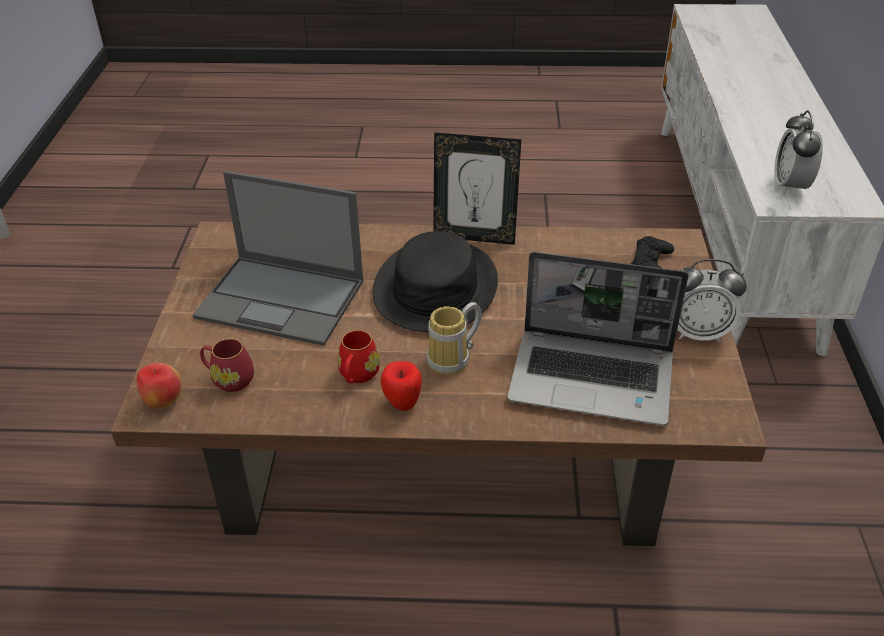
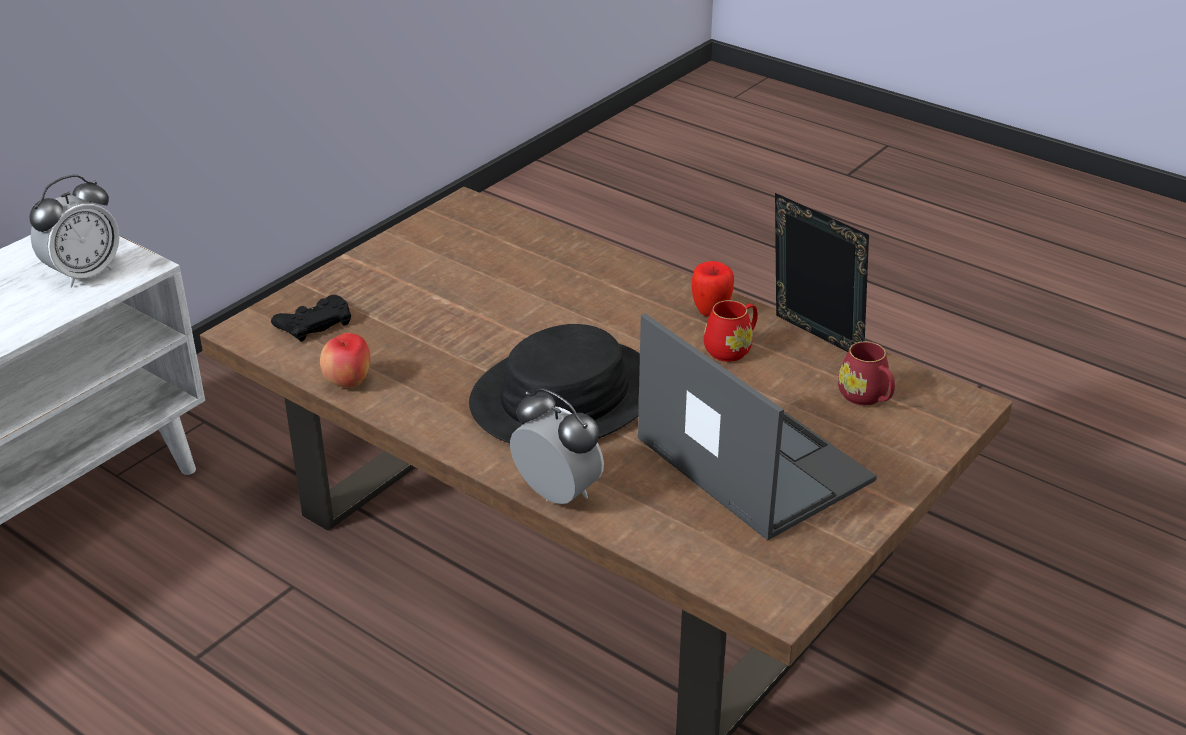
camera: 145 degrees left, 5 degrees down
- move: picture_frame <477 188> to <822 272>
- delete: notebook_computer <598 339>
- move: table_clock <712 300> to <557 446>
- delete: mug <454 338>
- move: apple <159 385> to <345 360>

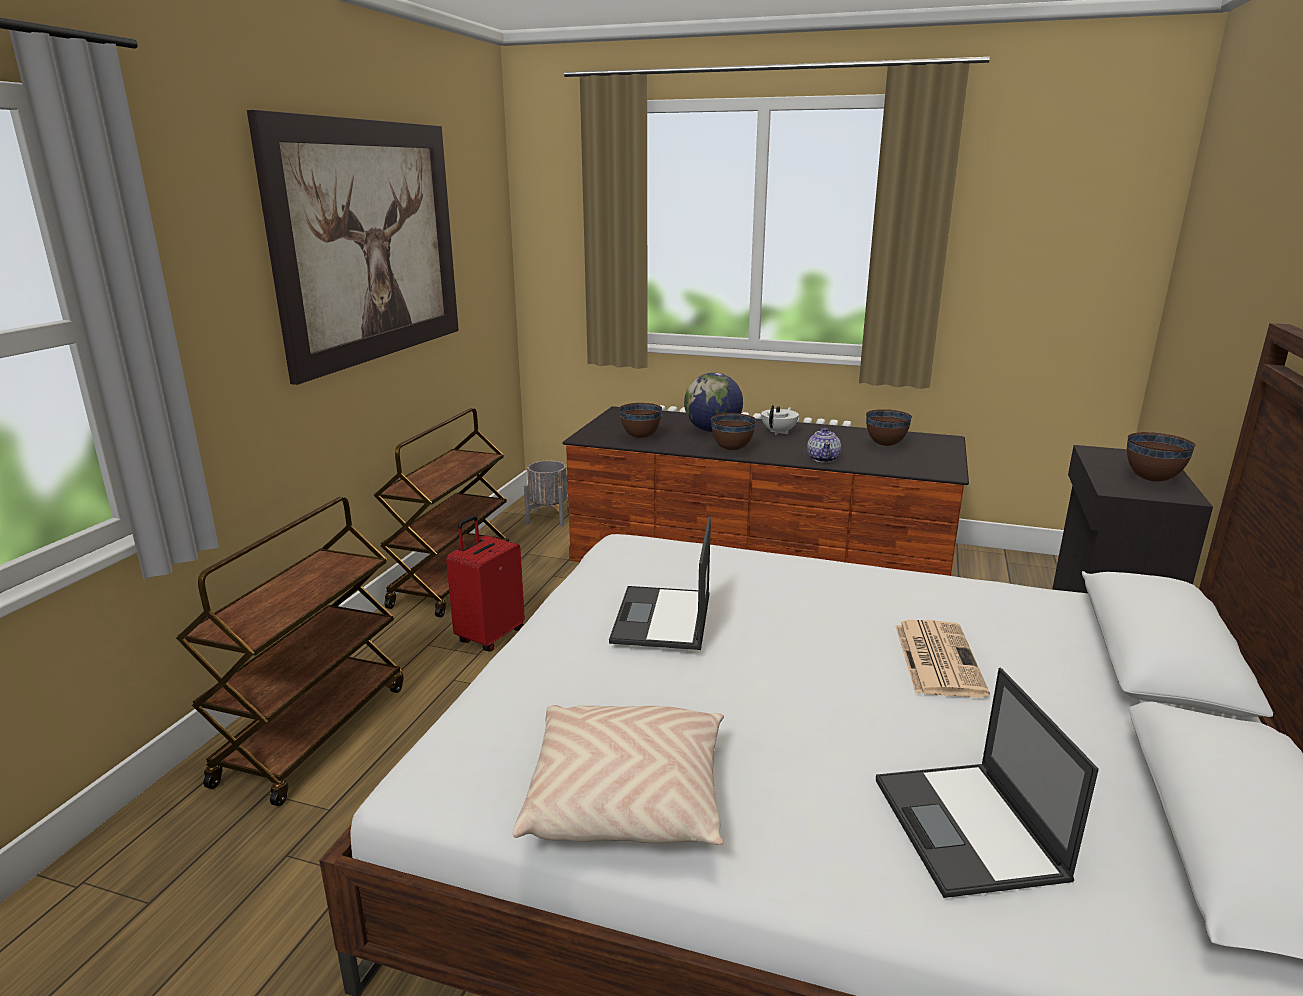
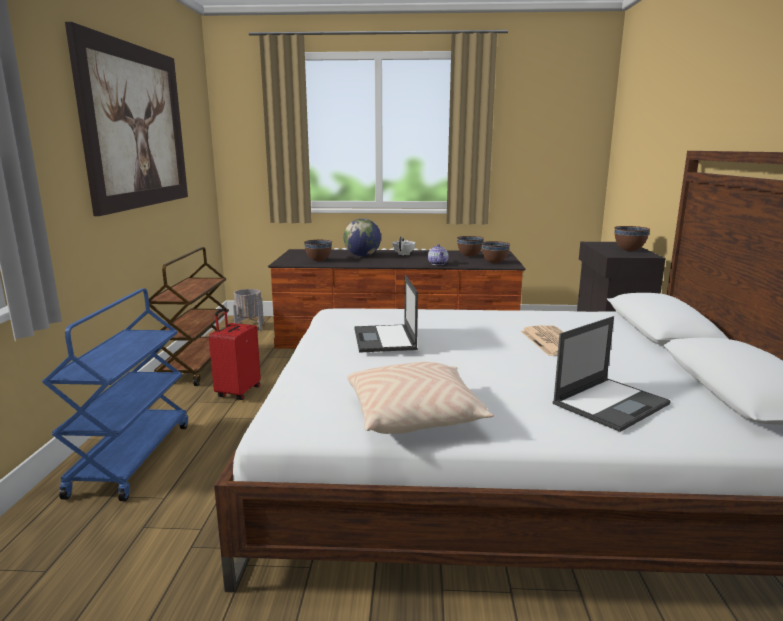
camera: 15 degrees left, 5 degrees down
- move: brownish_deep_dish <733 431> to <495 252>
- recolor: brownish_trolley <290 651> to blue-coloured_trolley <115 394>
- rotate: notebook_computer <987 783> = <612 374> 105 degrees counterclockwise

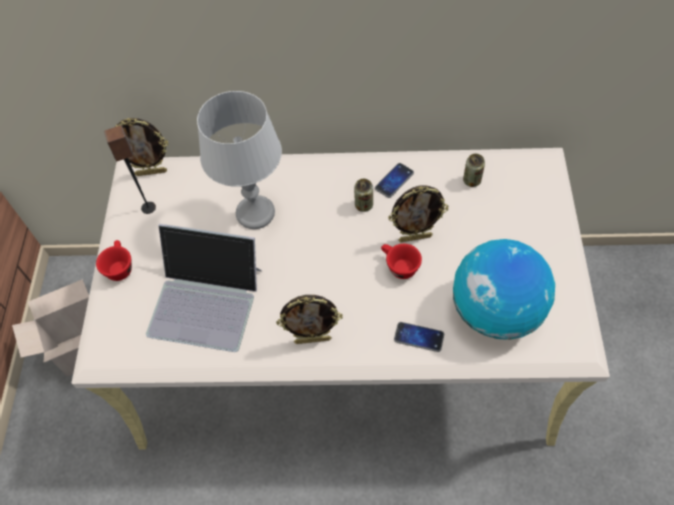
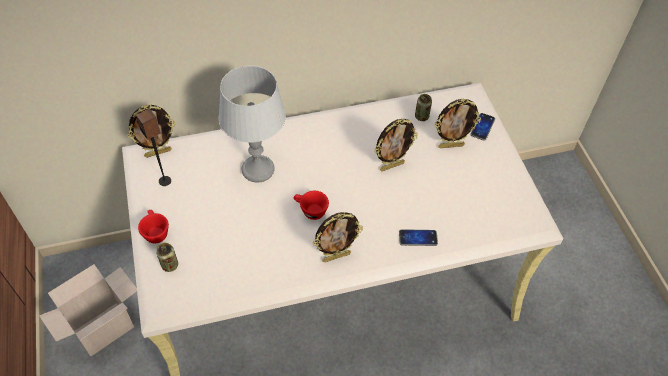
camera: 20 degrees left, 5 degrees down
- move: phone <394 180> to <482 127>
- move: can <363 195> to <167 257>
- delete: notebook_computer <204 288>
- delete: world_globe <504 289>
- move: red_cup <401 261> to <311 205>
- insert: picture_frame <457 123>

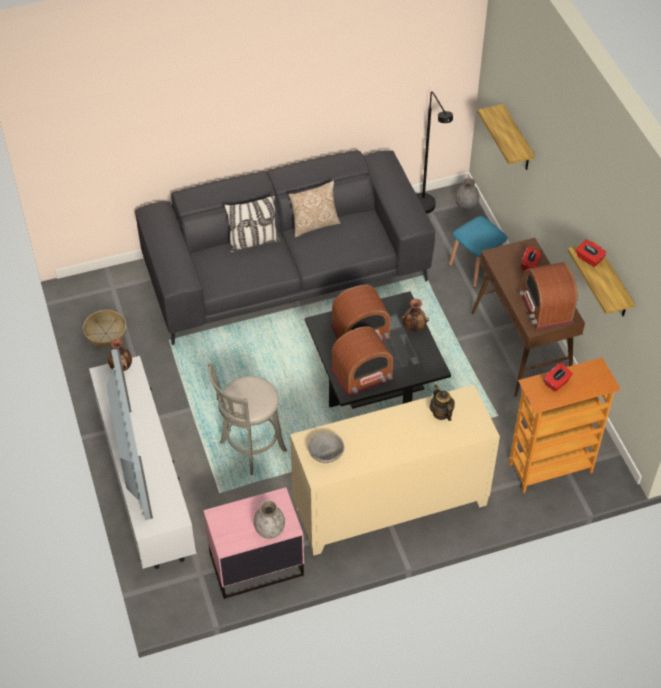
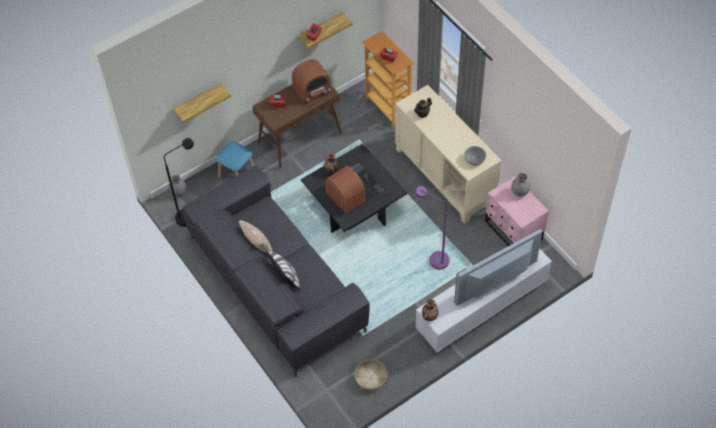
camera: 105 degrees left, 5 degrees up
- delete: radio_receiver <362 361>
- replace: greyish_stool_seat <247 419> to purple-coloured_floor_lamp <432 227>

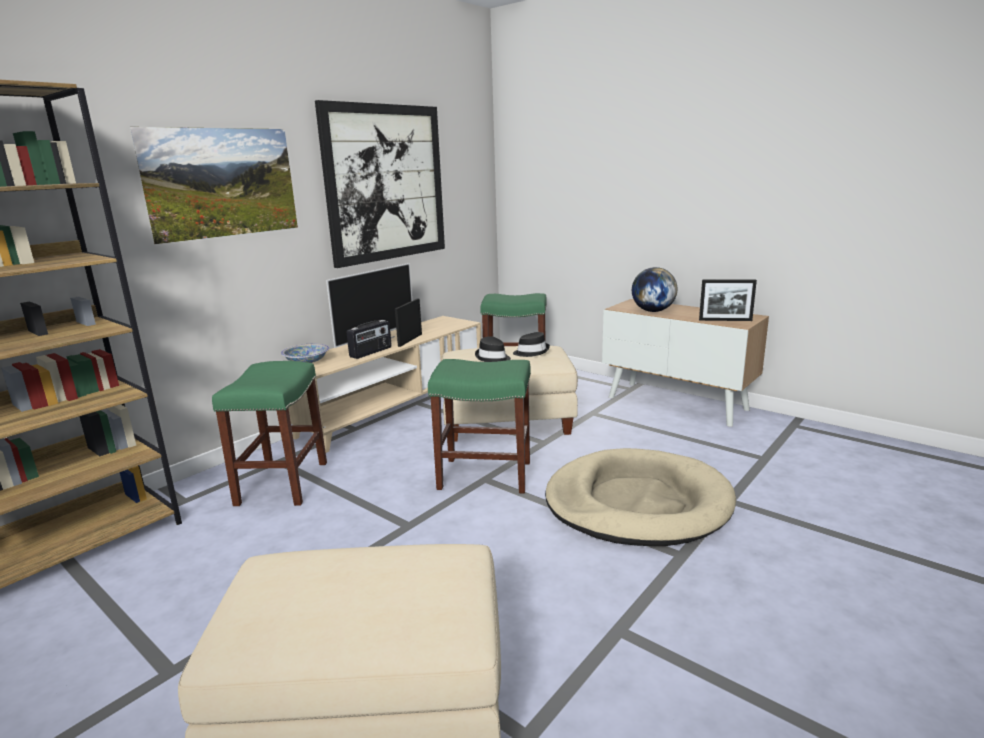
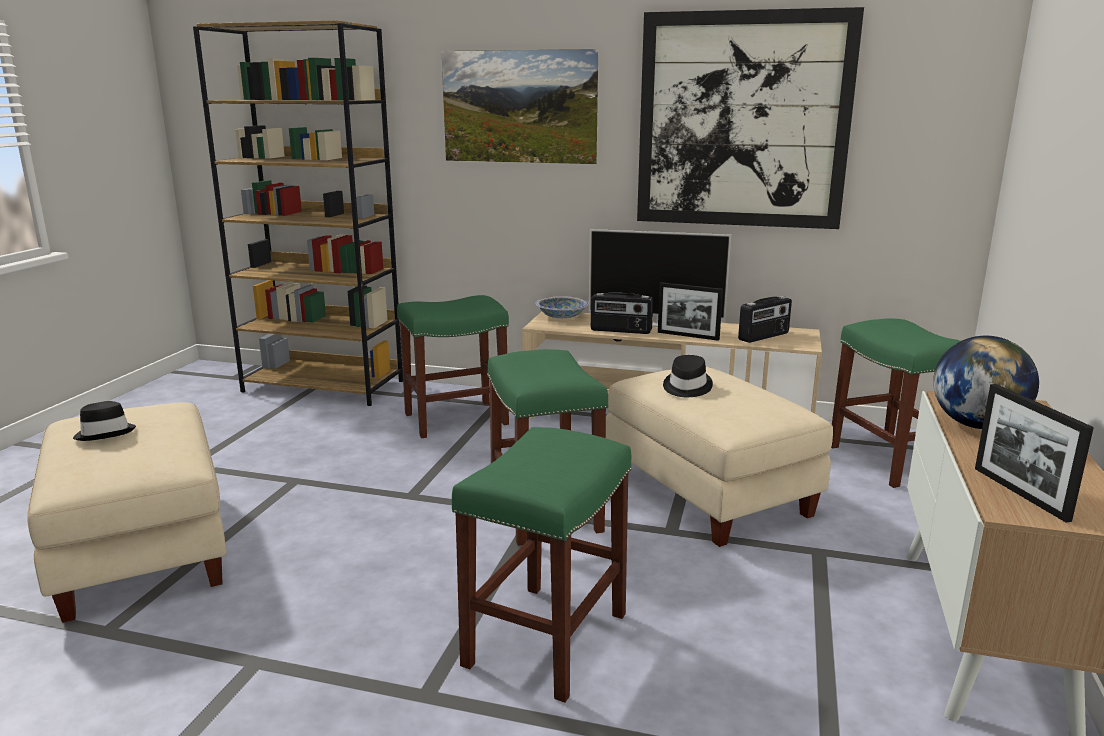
camera: 65 degrees right, 0 degrees up
- rotate: picture_frame <408 322> = <690 311> 150 degrees counterclockwise
- move: black-coloured_clothing_hat <531 344> to <104 421>
- replace: sand-coloured_dog_bed <640 497> to green_stool_seat <542 565>
- insert: radio_receiver <765 319>

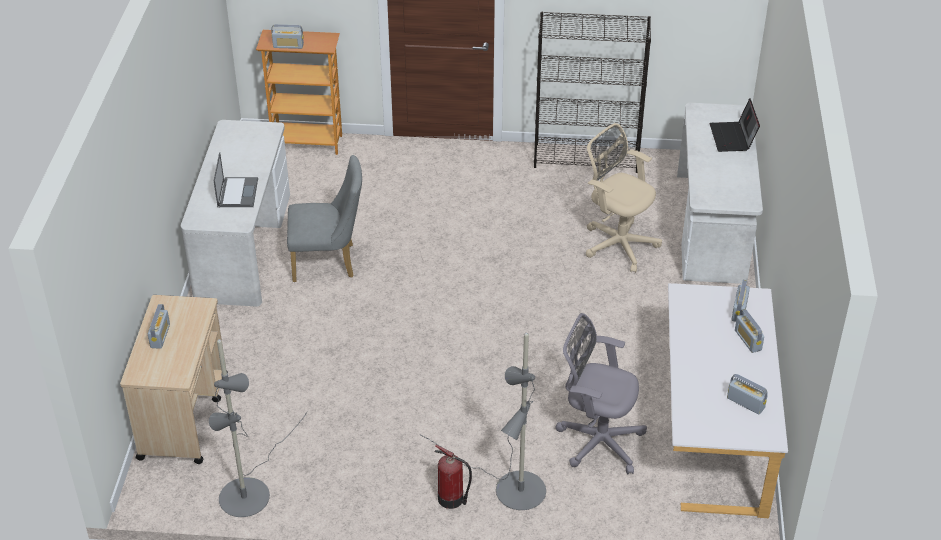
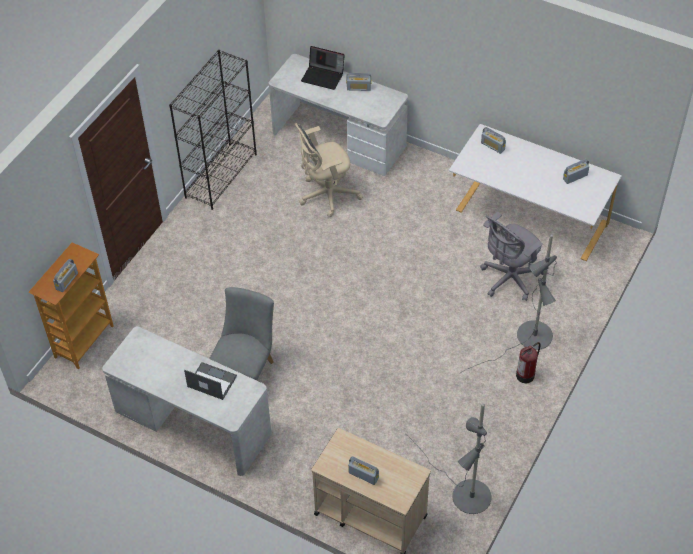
camera: 65 degrees left, 10 degrees up
- move: radio_receiver <749 331> to <359 82>

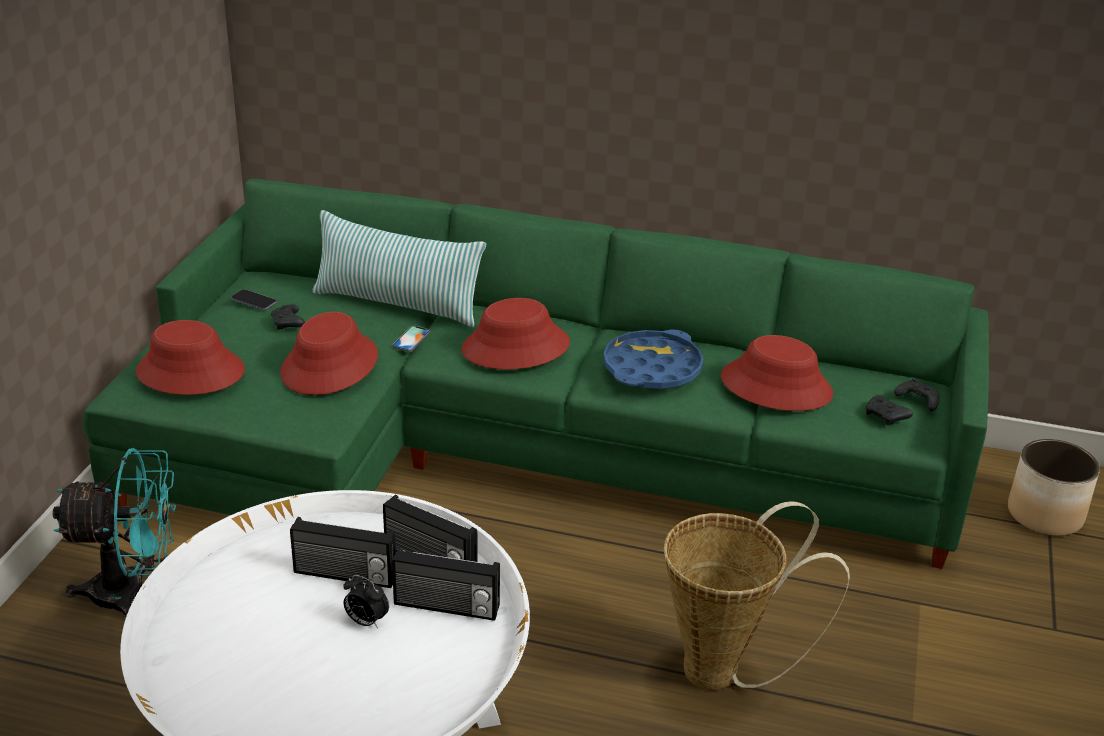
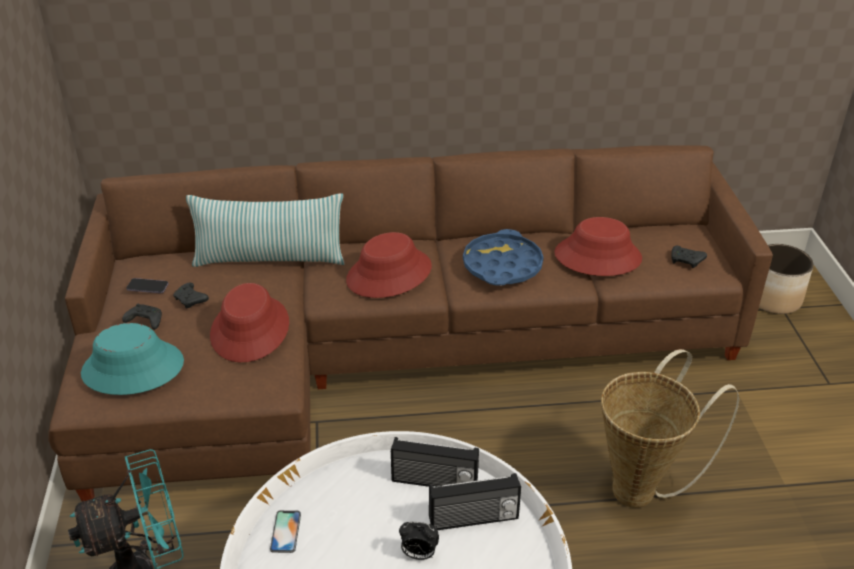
camera: 20 degrees left, 5 degrees up
- recolor: green_sofa <535 374> to brownish_sofa <410 323>
- recolor: red_clothing_hat <190 357> to turquoise-coloured_clothing_hat <132 359>
- move: phone <411 338> to <285 531>
- move: black-coloured_gamepad <917 395> to <142 317>
- delete: radio_receiver <343 552>

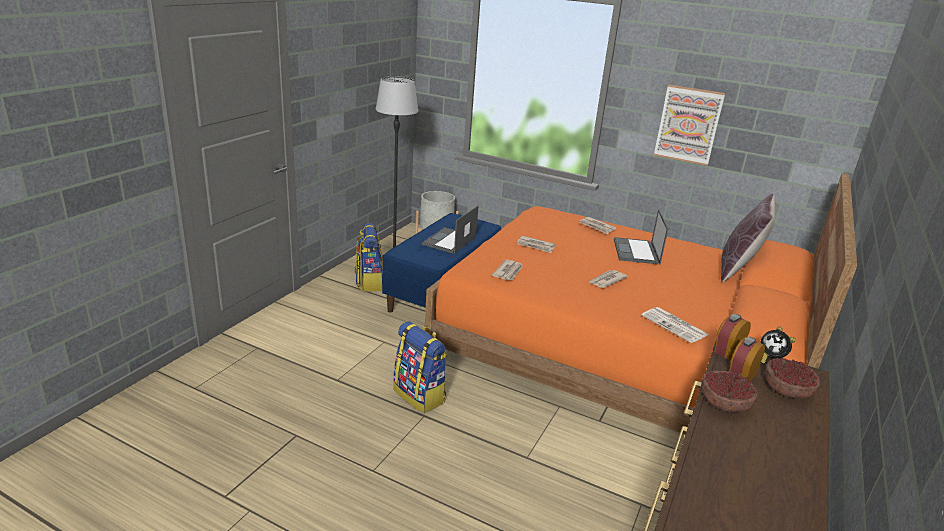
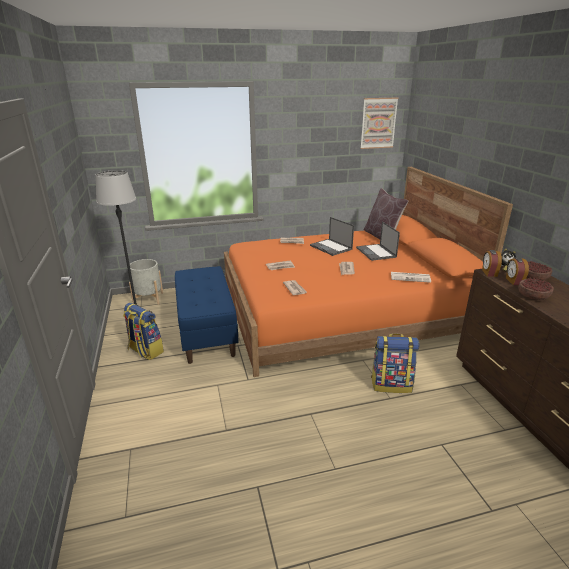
camera: 40 degrees left, 0 degrees up
- move: wall_art <689 125> to <379 123>
- move: notebook_computer <450 230> to <378 241>
- move: knapsack <420 367> to <395 363>

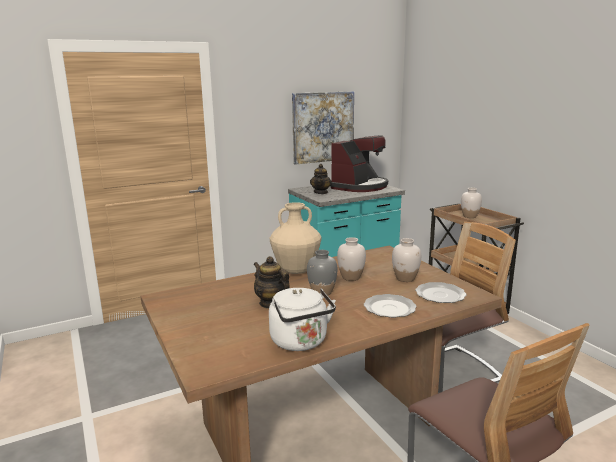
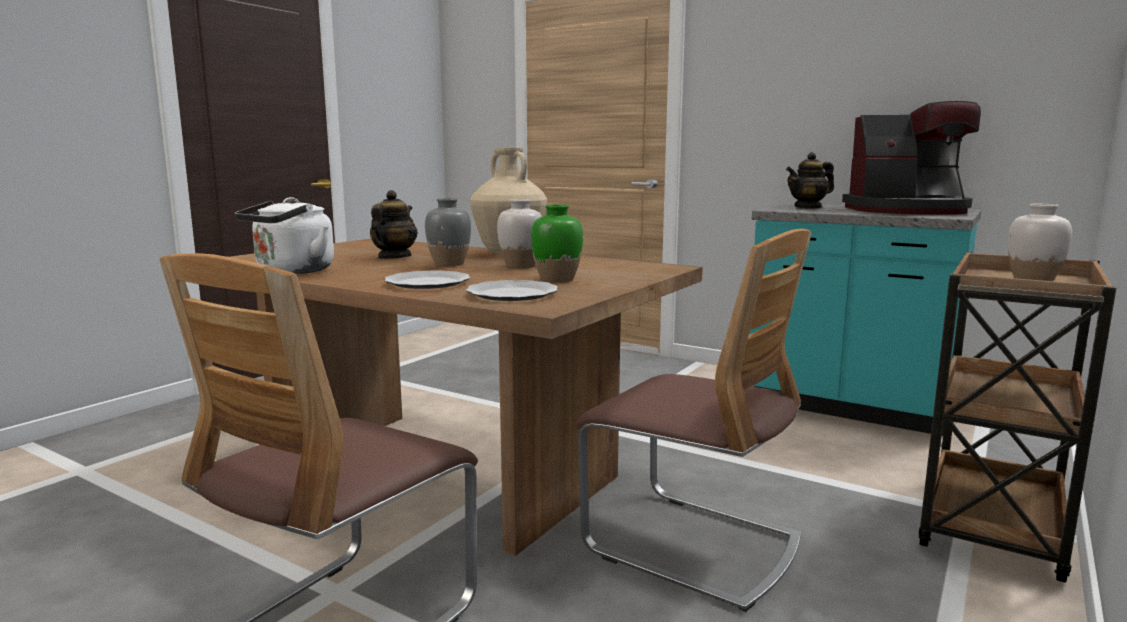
camera: 60 degrees right, 5 degrees down
- delete: wall_art <323 128>
- recolor: white_flower_vase <406 260> to green_flower_vase <557 243>

